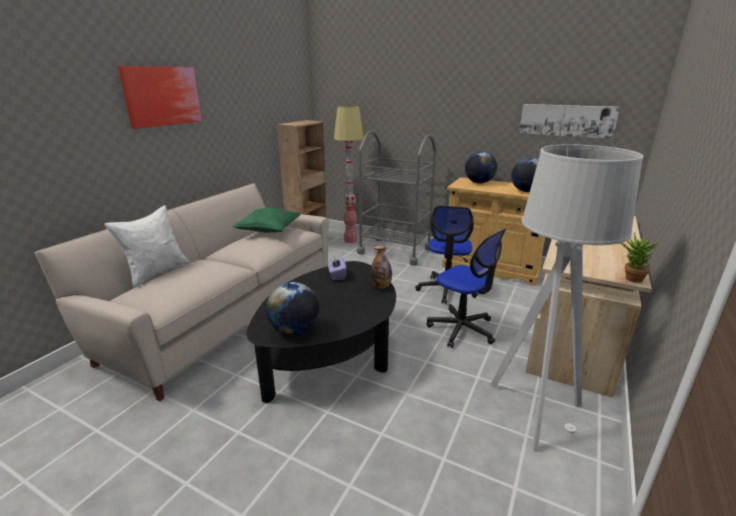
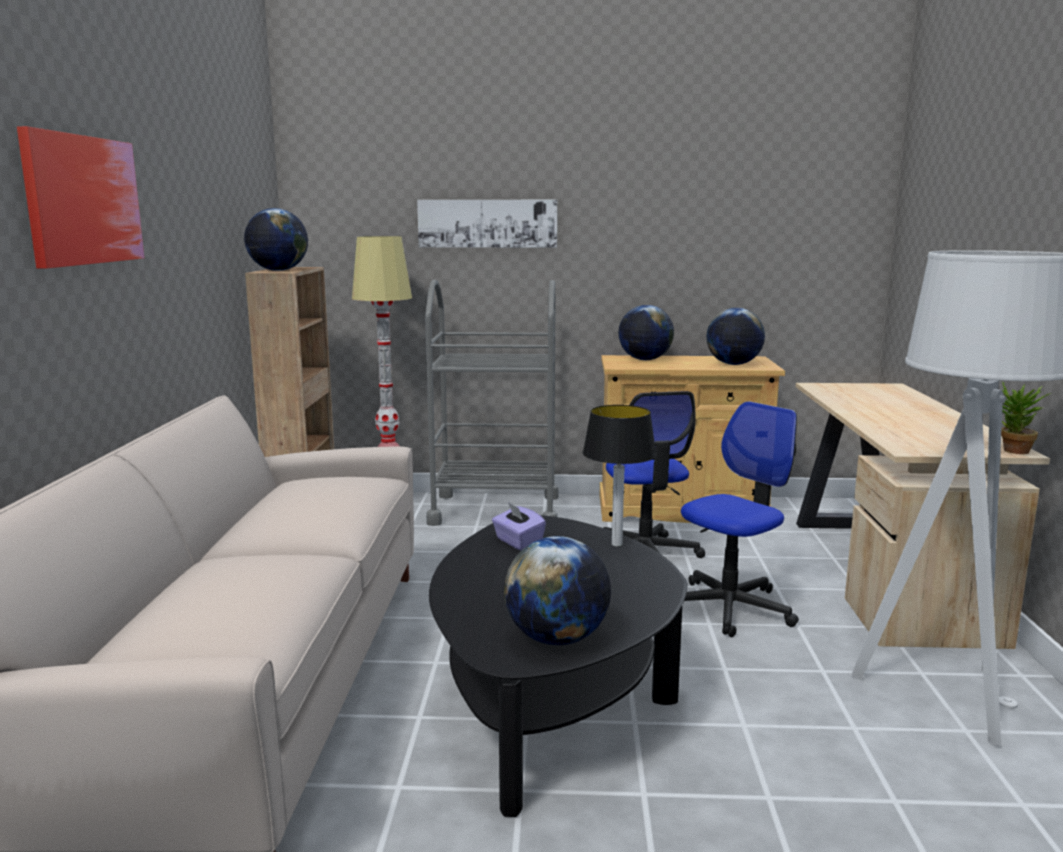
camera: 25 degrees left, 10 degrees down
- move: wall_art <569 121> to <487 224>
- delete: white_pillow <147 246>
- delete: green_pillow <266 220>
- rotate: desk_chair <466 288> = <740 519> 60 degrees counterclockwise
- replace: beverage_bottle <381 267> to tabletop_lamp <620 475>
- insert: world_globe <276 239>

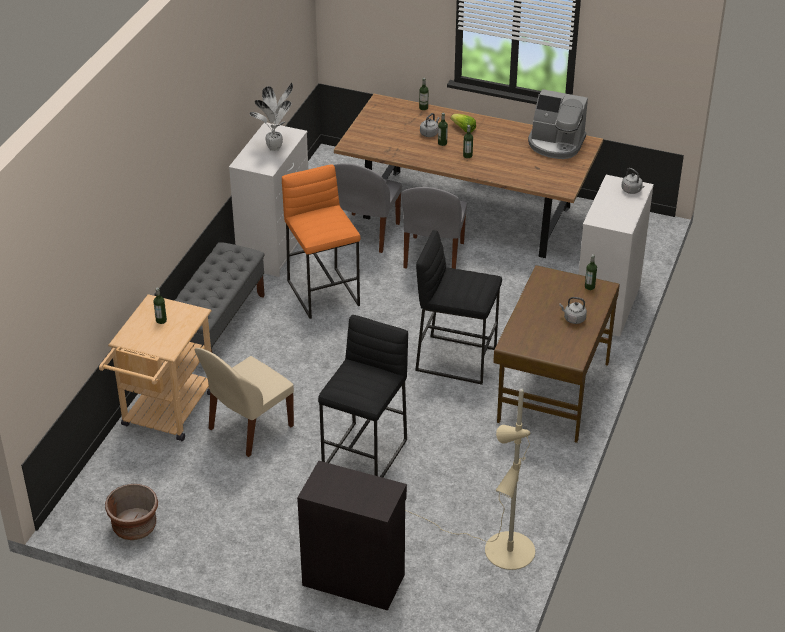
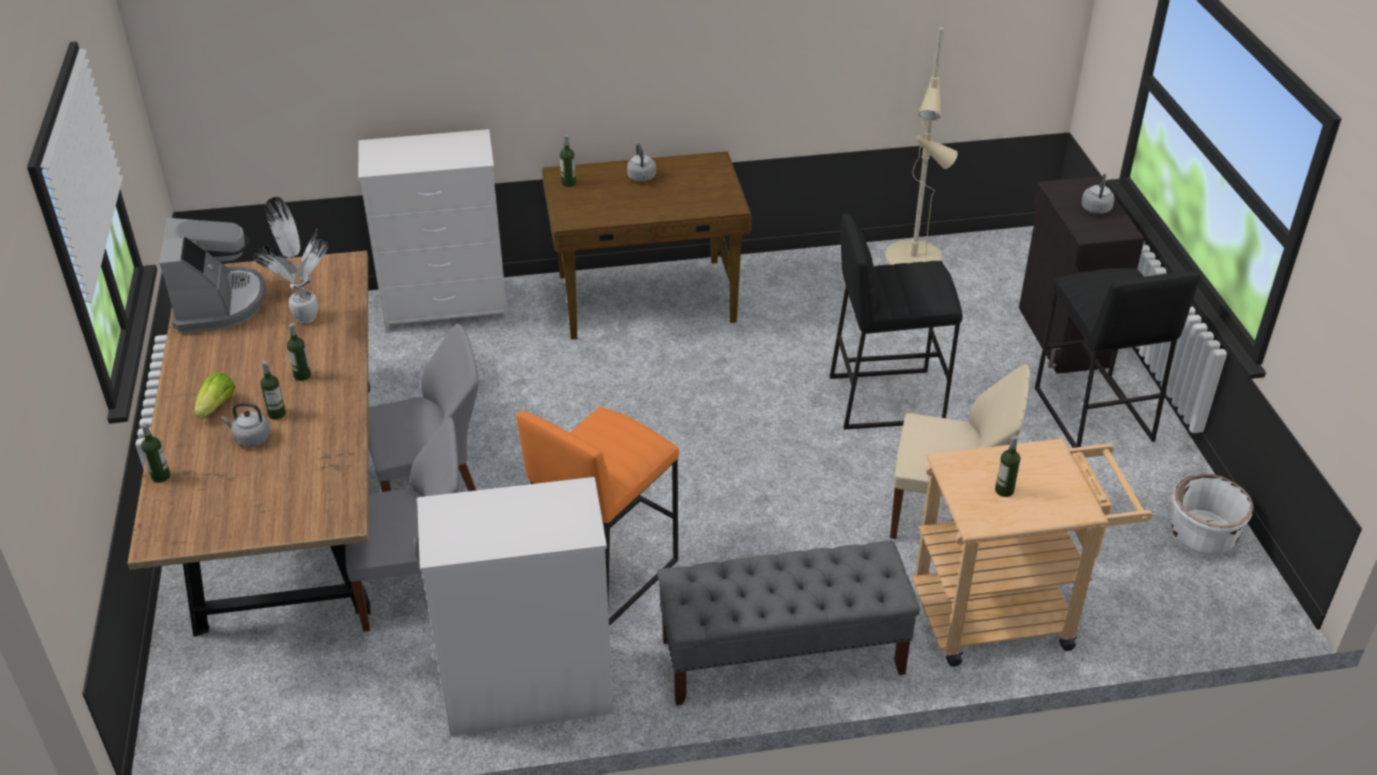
camera: 120 degrees left, 0 degrees up
- move: plant_in_a_pot <271 117> to <290 260>
- move: greyish_water_kettle <633 181> to <1098 194>
- move: black-coloured_stool_seat <458 307> to <1117 358>
- recolor: brownish_plant_pot <131 512> to white_plant_pot <1212 515>

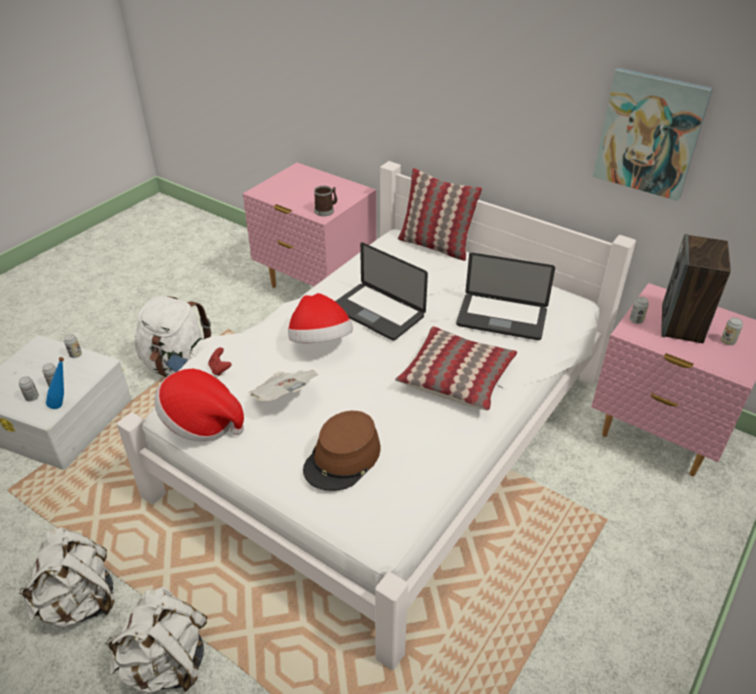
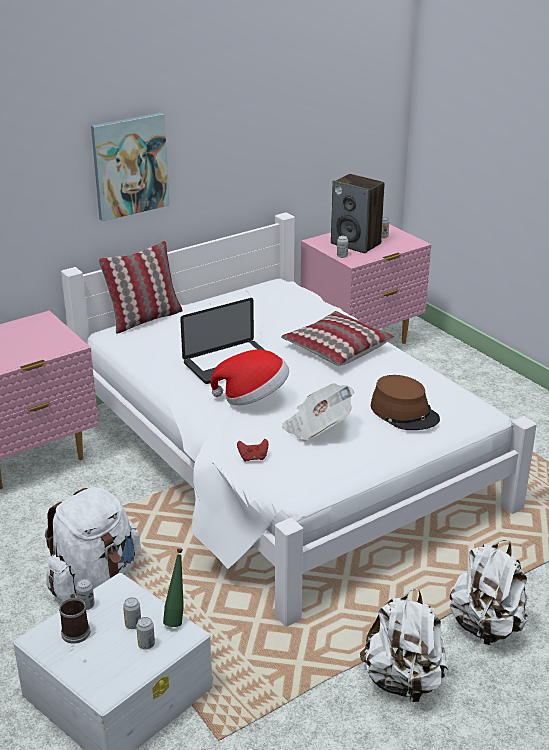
camera: 70 degrees left, 10 degrees down
- move: wall_art <653 134> to <130 167>
- move: mug <325 201> to <74 619>
- delete: notebook_computer <505 296>
- recolor: blue-coloured_beverage_bottle <55 383> to green_beverage_bottle <173 587>
- delete: clothing_hat <199 405>

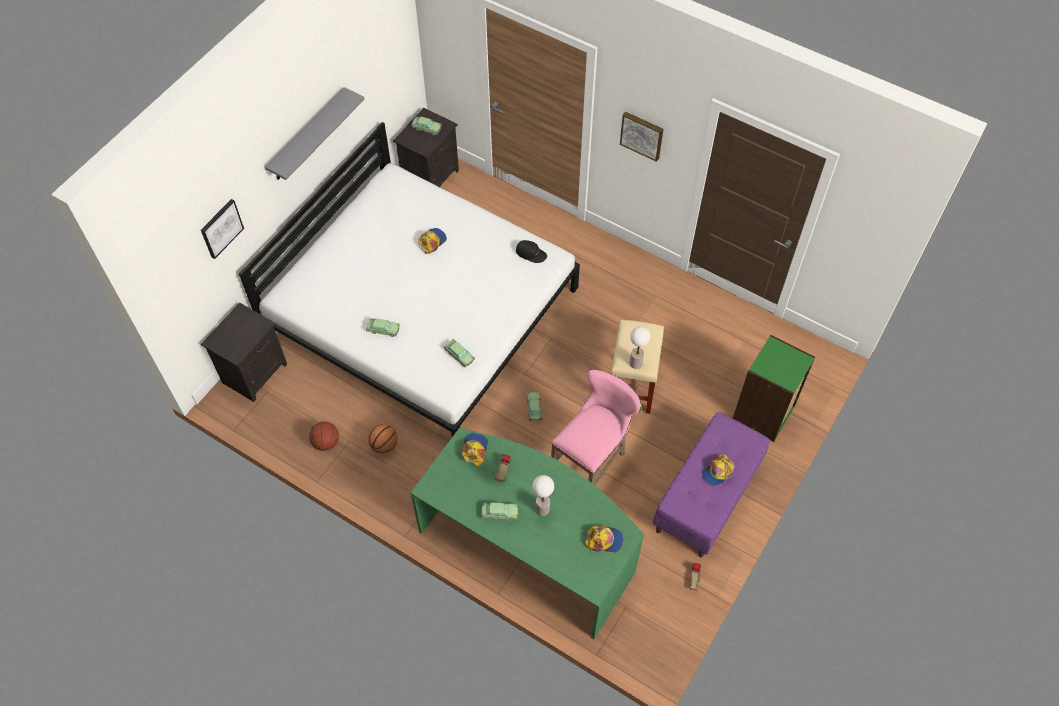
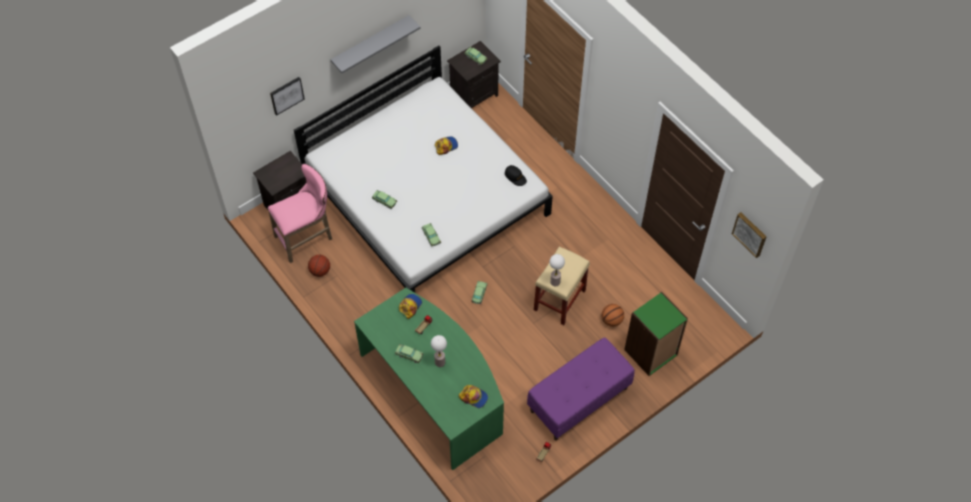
camera: 20 degrees right, 0 degrees up
- move: wall_art <641 137> to <749 235>
- move: pinkish_stool_seat <596 427> to <300 213>
- move: ball_for_basketball <383 439> to <612 315>
- delete: baseball_cap <718 470>

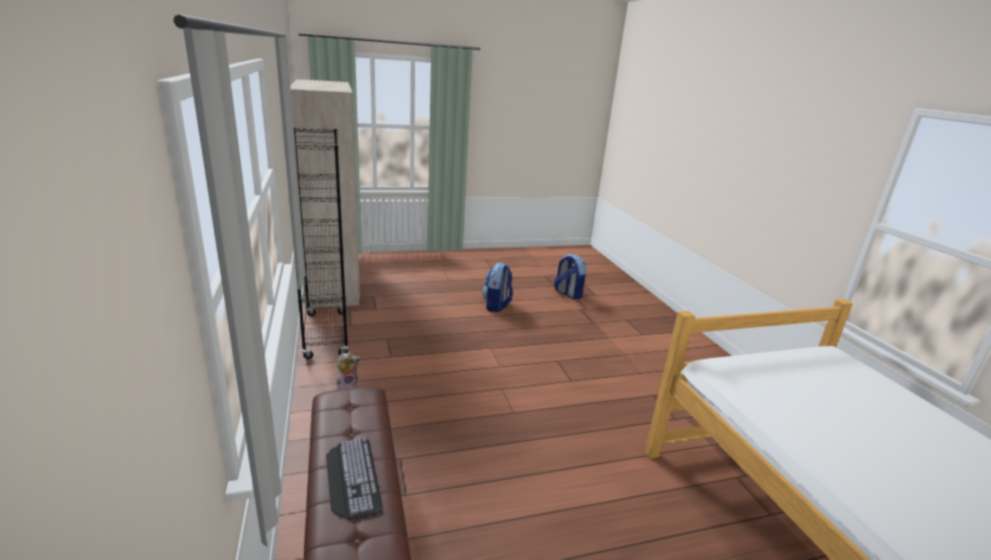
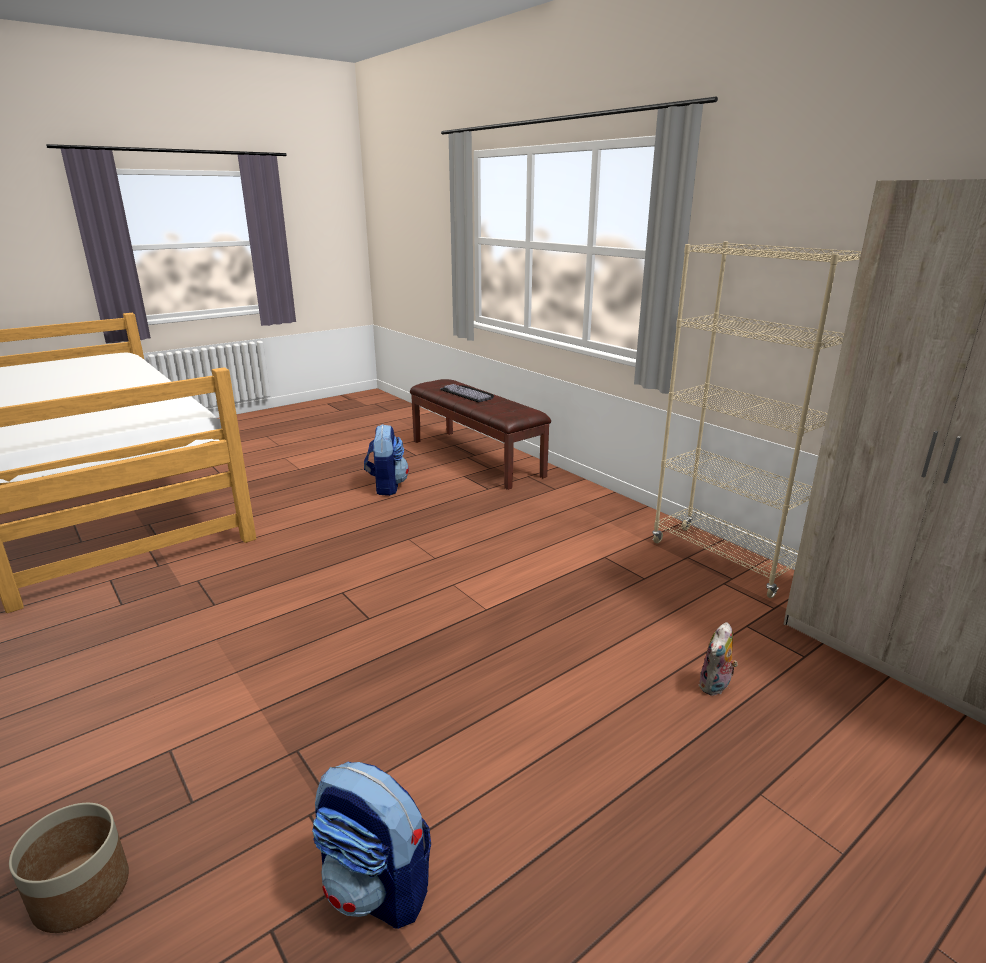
camera: 160 degrees right, 0 degrees up
- recolor: black-coloured_shelving_unit <316 243> to sand-coloured_shelving_unit <757 420>
- move: knapsack <497 287> to <386 460>
- move: soft_toy <348 371> to <718 659>
- insert: plant_pot <69 868>

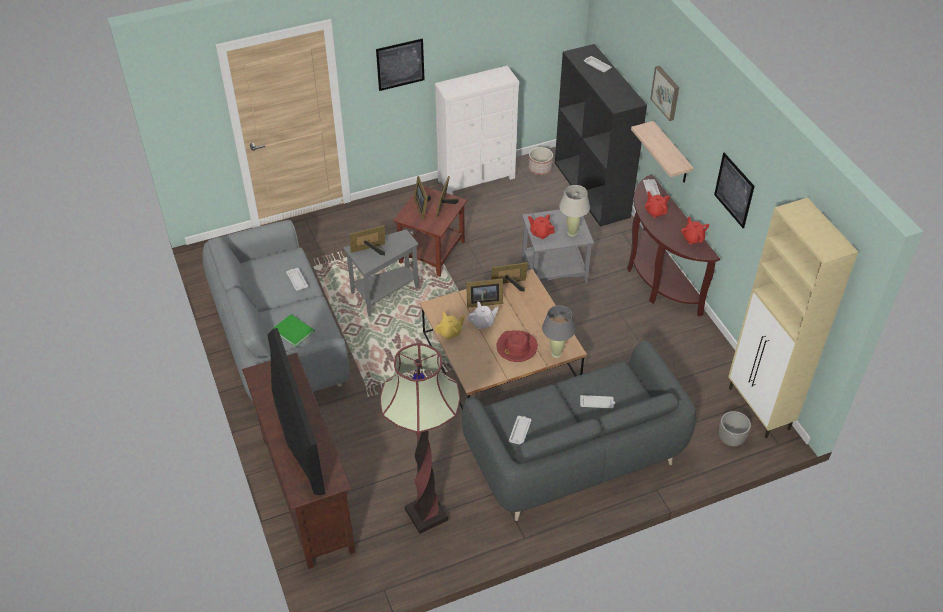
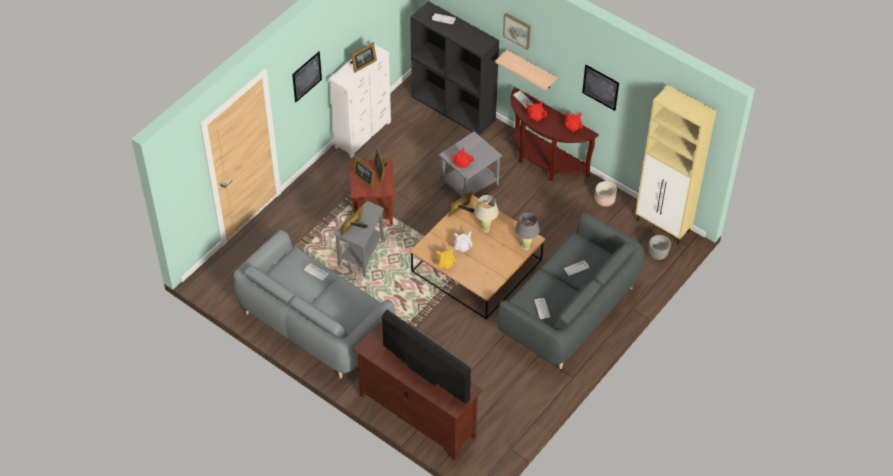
camera: 30 degrees left, 5 degrees up
- move: plant_pot <540 161> to <606 194>
- move: sand-coloured_tabletop_lamp <574 211> to <486 213>
- move: picture_frame <484 293> to <363 57>
- delete: green_book <293 330>
- delete: red_clothing_hat <517 346>
- delete: floor_lamp <420 438>

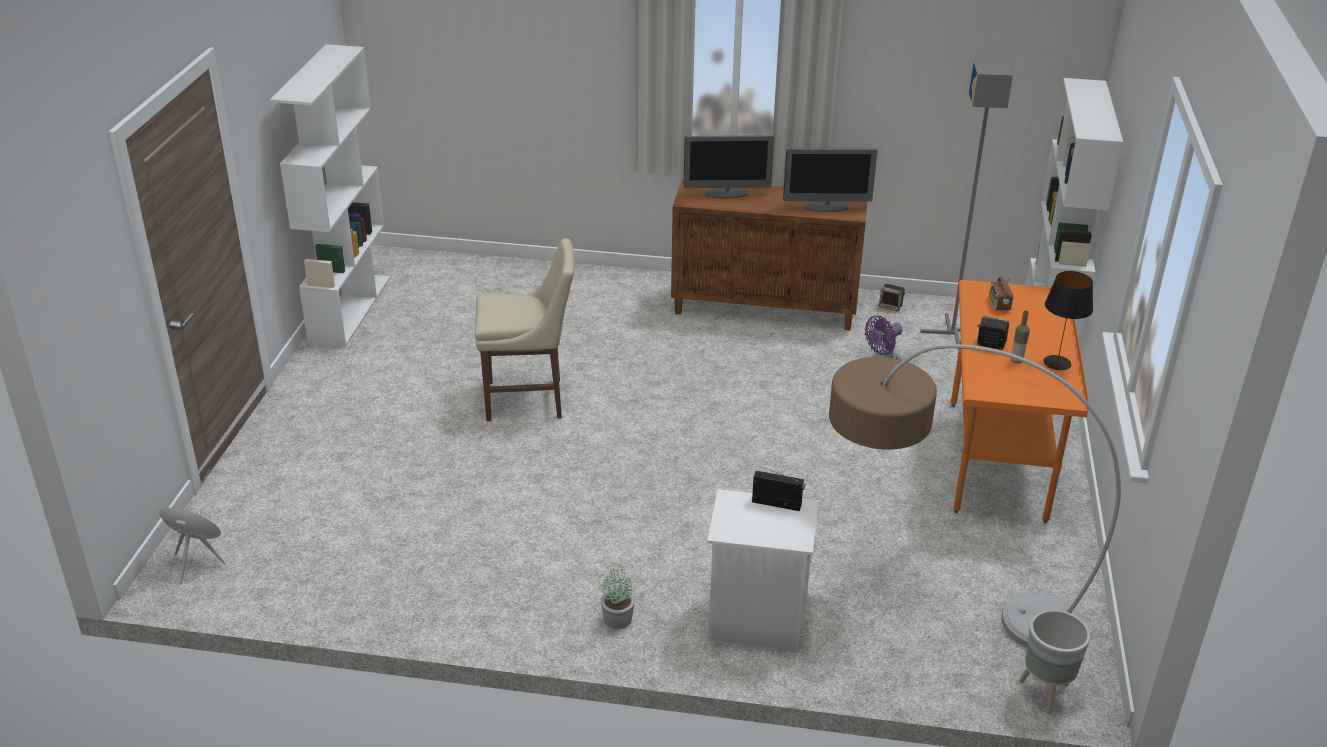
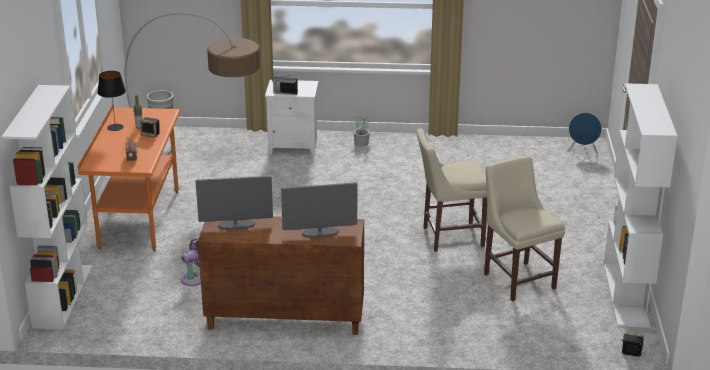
camera: 175 degrees right, 5 degrees down
- delete: greyish_floor_lamp <966 205>
- move: speaker <892 297> to <632 345>
- insert: sand-coloured_upright_chair <524 228>

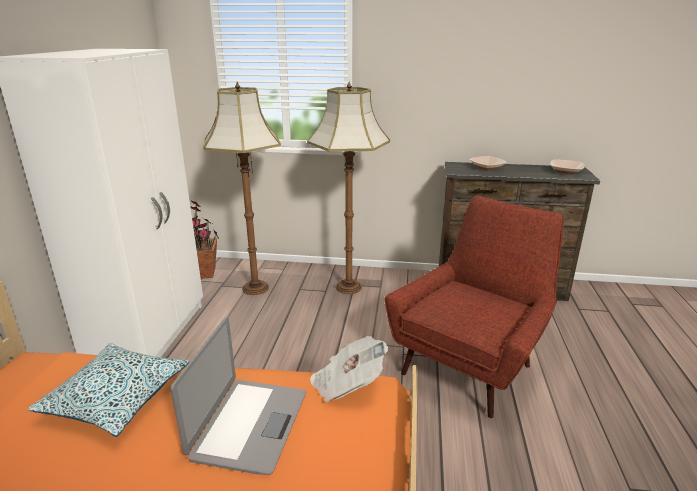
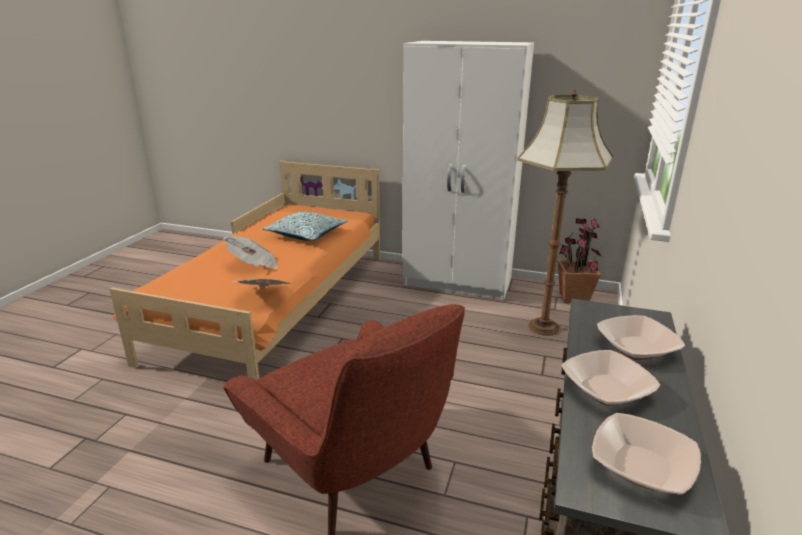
camera: 100 degrees right, 0 degrees up
- delete: floor_lamp <348 188>
- replace: notebook_computer <238 396> to printed_paper <250 252>
- insert: deep_dish <611 378>

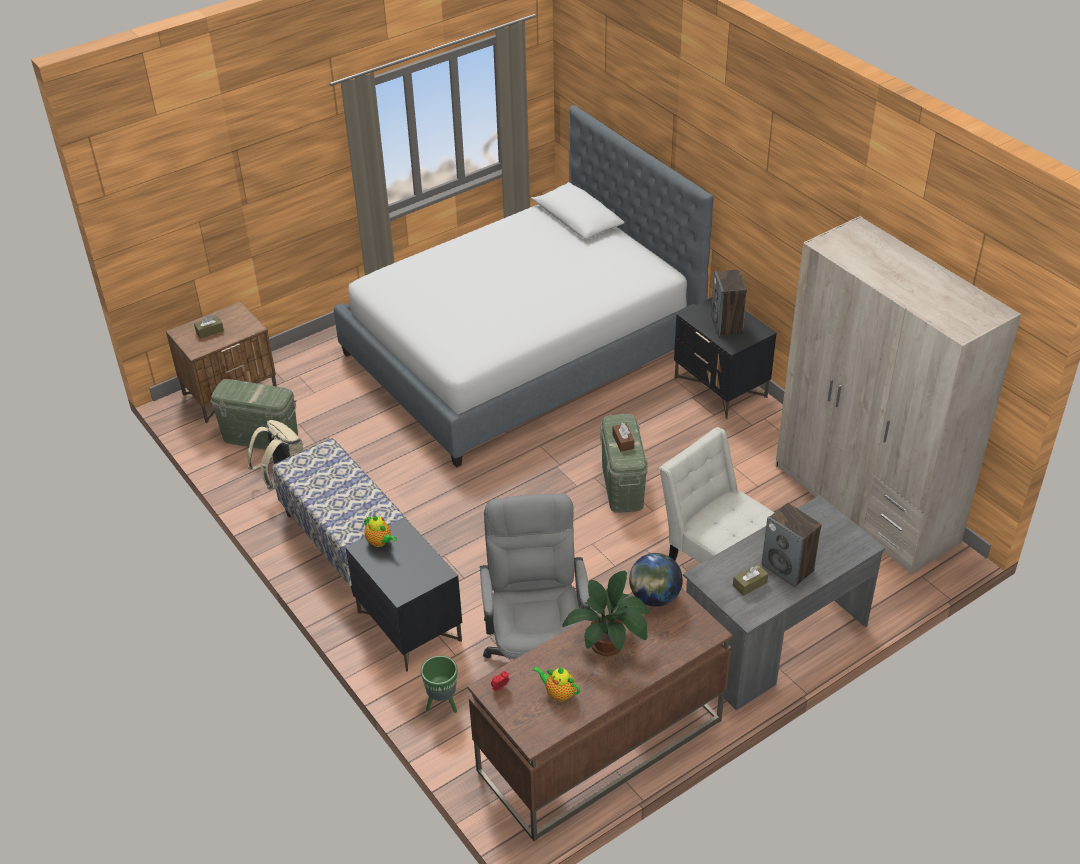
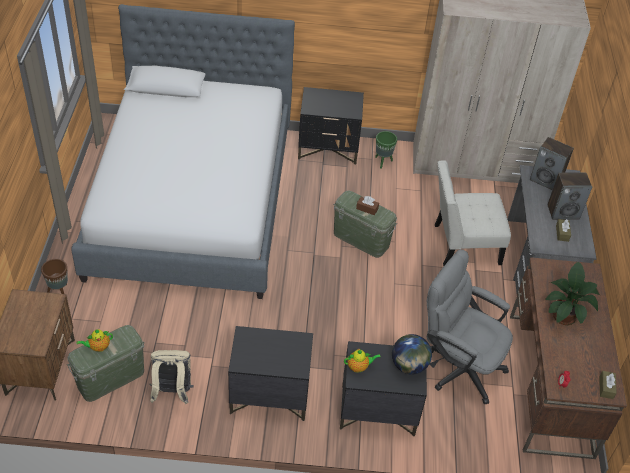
camera: 55 degrees left, 5 degrees up
- move: speaker <729 303> to <552 163>
- move: brownish_tissue_box <209 327> to <608 385>
- replace: bench <339 517> to black-coloured_nightstand <270 373>
- move: world_globe <656 580> to <412 354>
- move: green_plant_pot <439 684> to <386 150>
- move: teapot <556 684> to <94 340>
- insert: brownish_plant_pot <54 276>

